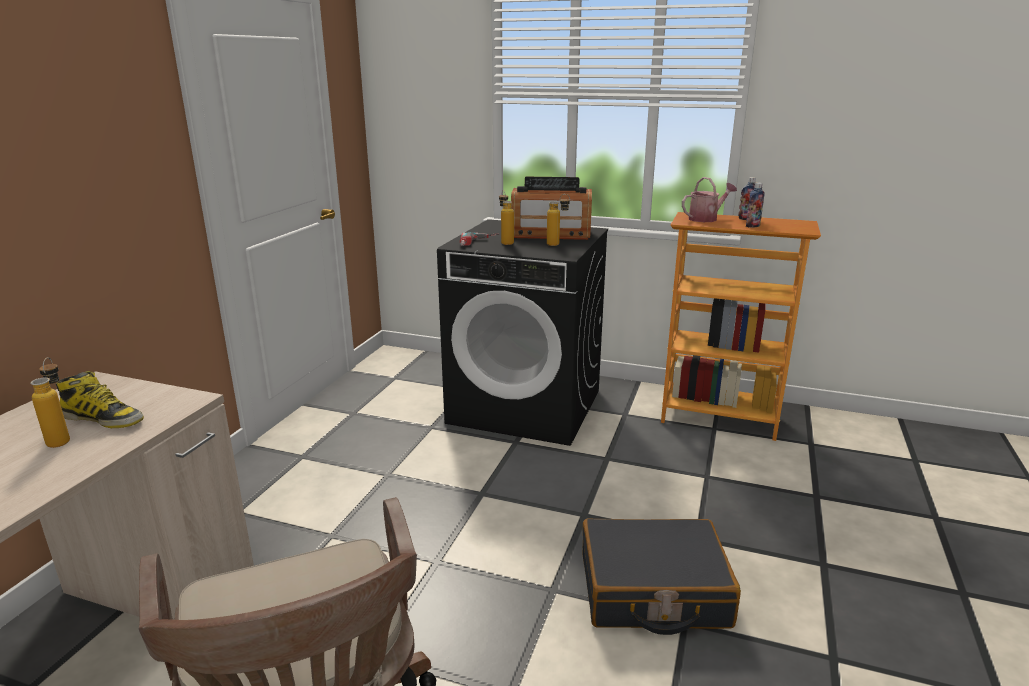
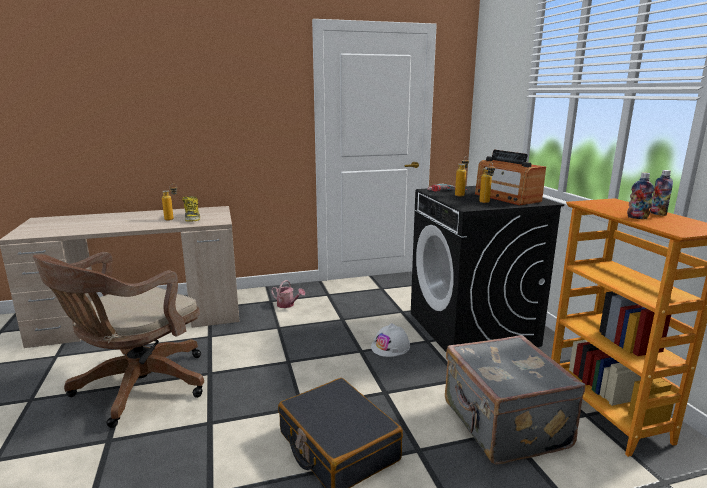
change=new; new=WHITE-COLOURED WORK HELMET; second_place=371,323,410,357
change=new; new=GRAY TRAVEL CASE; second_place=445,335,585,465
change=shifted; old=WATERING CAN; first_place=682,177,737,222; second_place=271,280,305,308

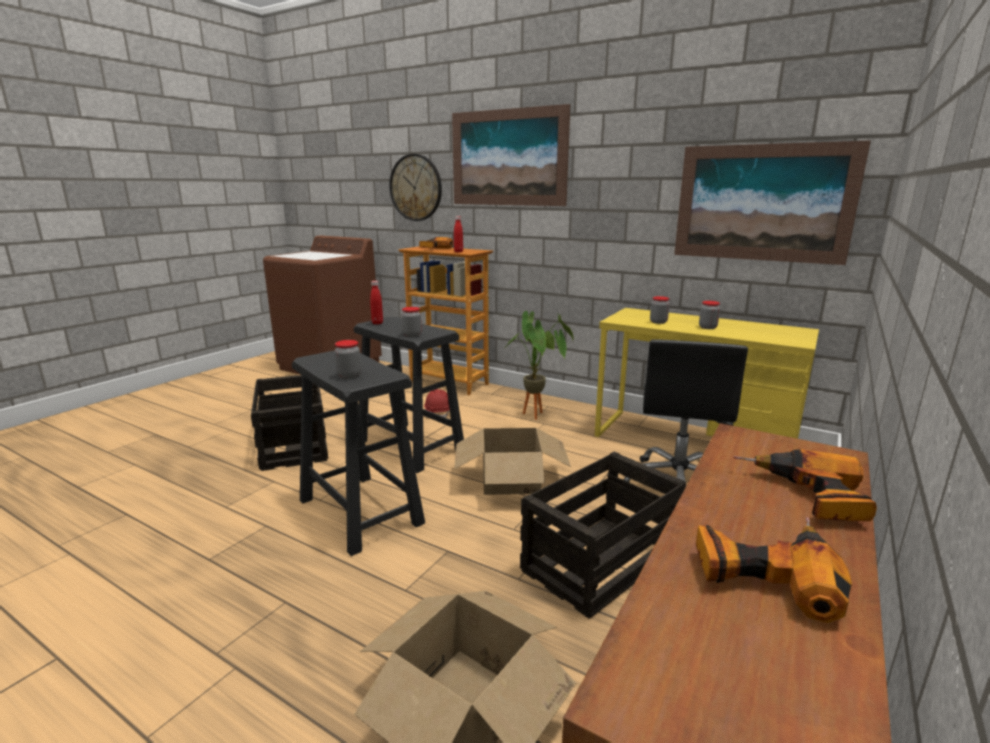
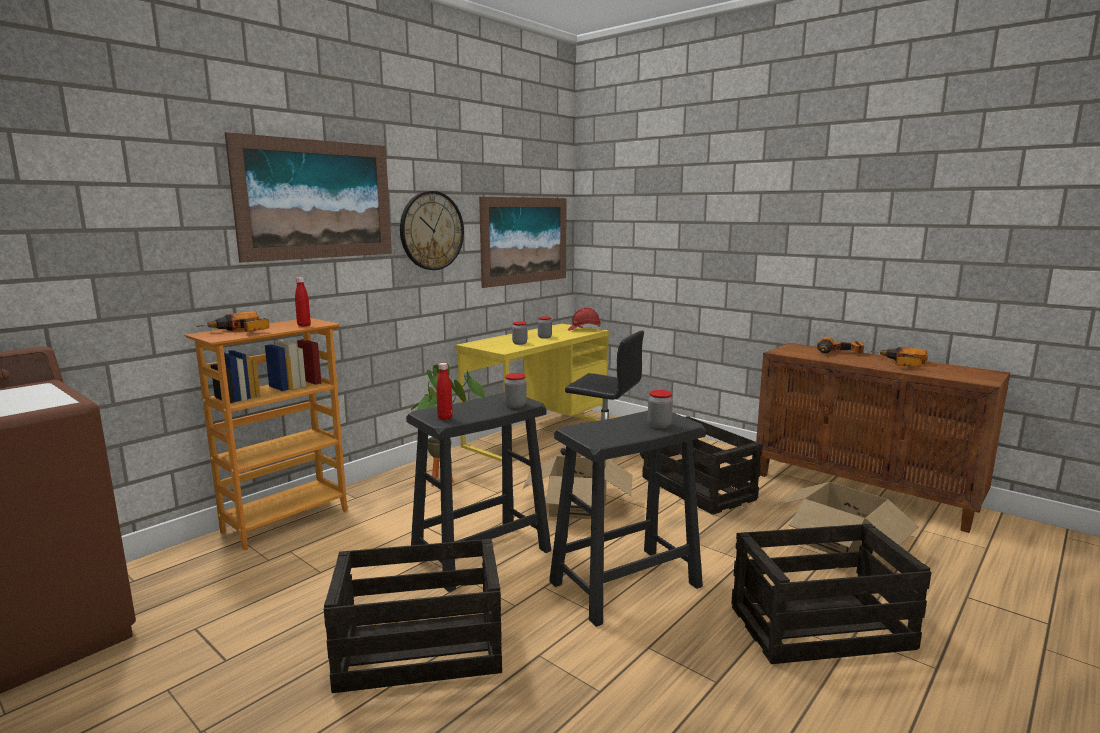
change=new; new=CRATE; second_place=731,523,931,664
change=shifted; old=HANGING CLOCK; first_place=389,154,442,221; second_place=400,191,464,270
change=shifted; old=RED WORK HELMET; first_place=424,389,450,417; second_place=568,307,601,331

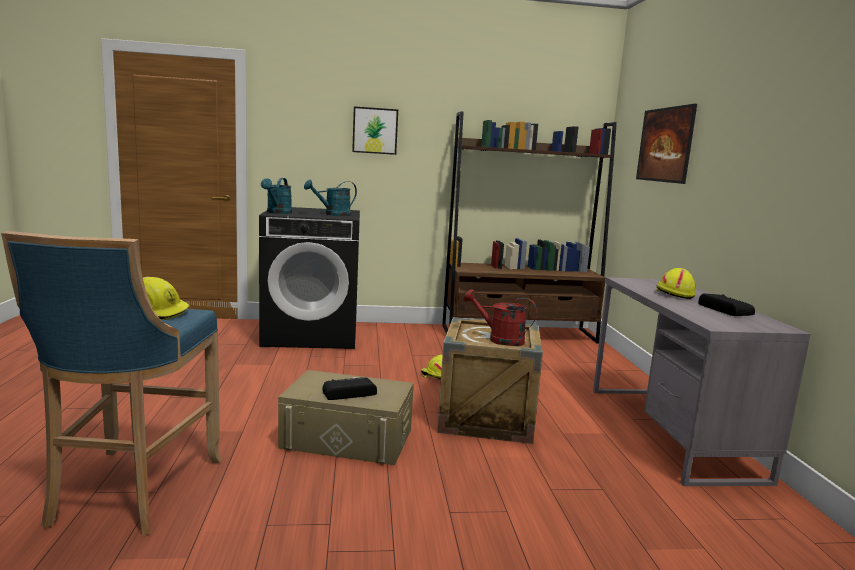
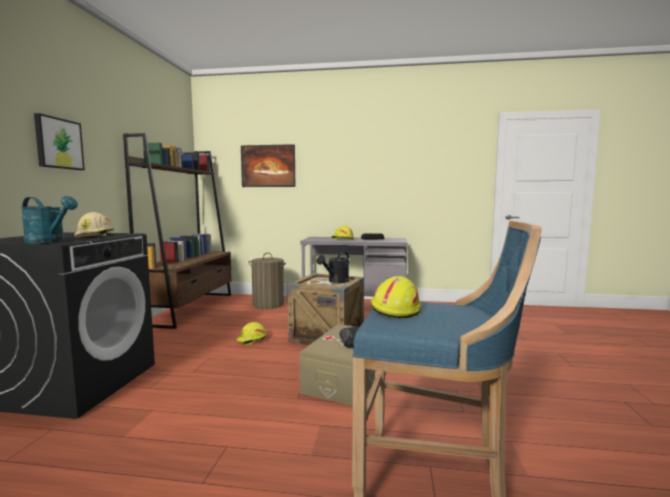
change=new; new=LAUNDRY BASKET; second_place=248,253,286,309
change=swapped; old=TURQUOISE-COLOURED WATERING CAN; new=SAND-COLOURED WORK HELMET; first_place=304,180,357,216; second_place=74,212,114,237
change=repainted; old=RED WATERING CAN; new=BLACK-COLOURED WATERING CAN; first_place=463,289,537,346; second_place=317,252,349,283

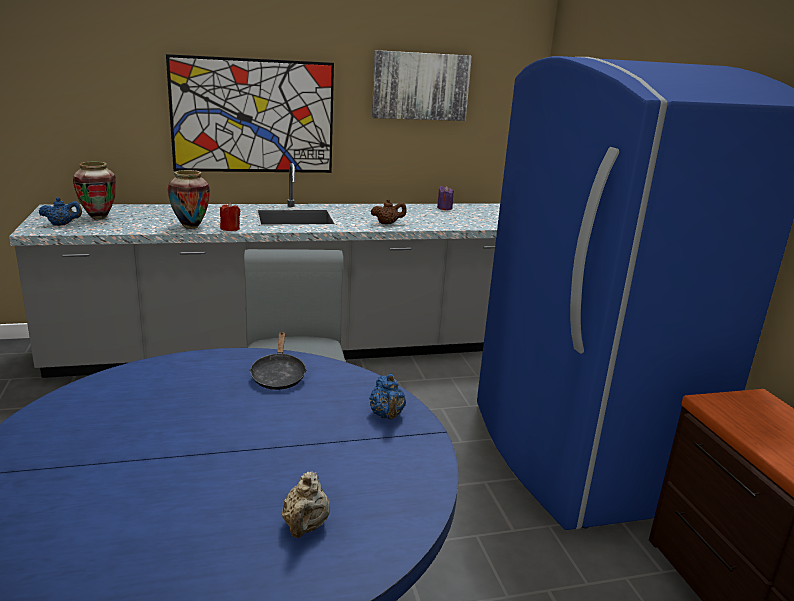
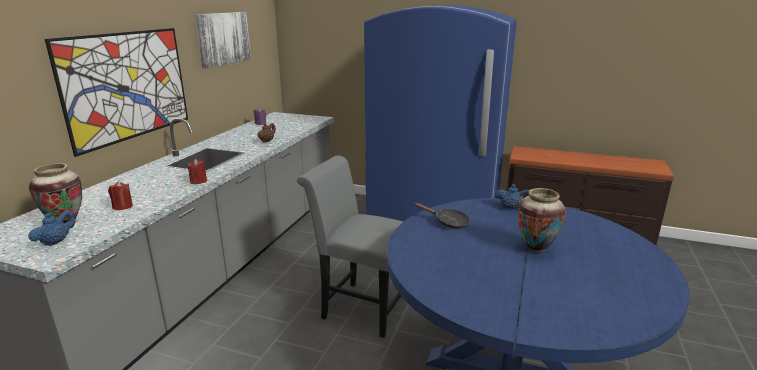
change=gone; old=SAND-COLOURED TEAPOT; first_place=282,472,330,538
change=new; new=RED WAX LIGHT; second_place=108,181,133,210
change=shifted; old=DECORATIVE VASE; first_place=168,170,210,229; second_place=518,188,566,253

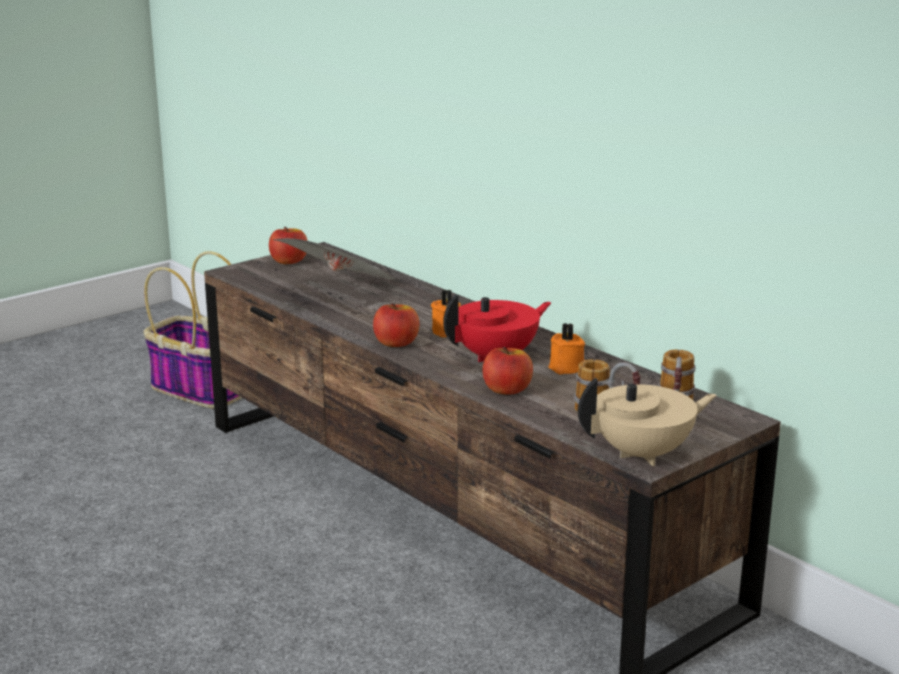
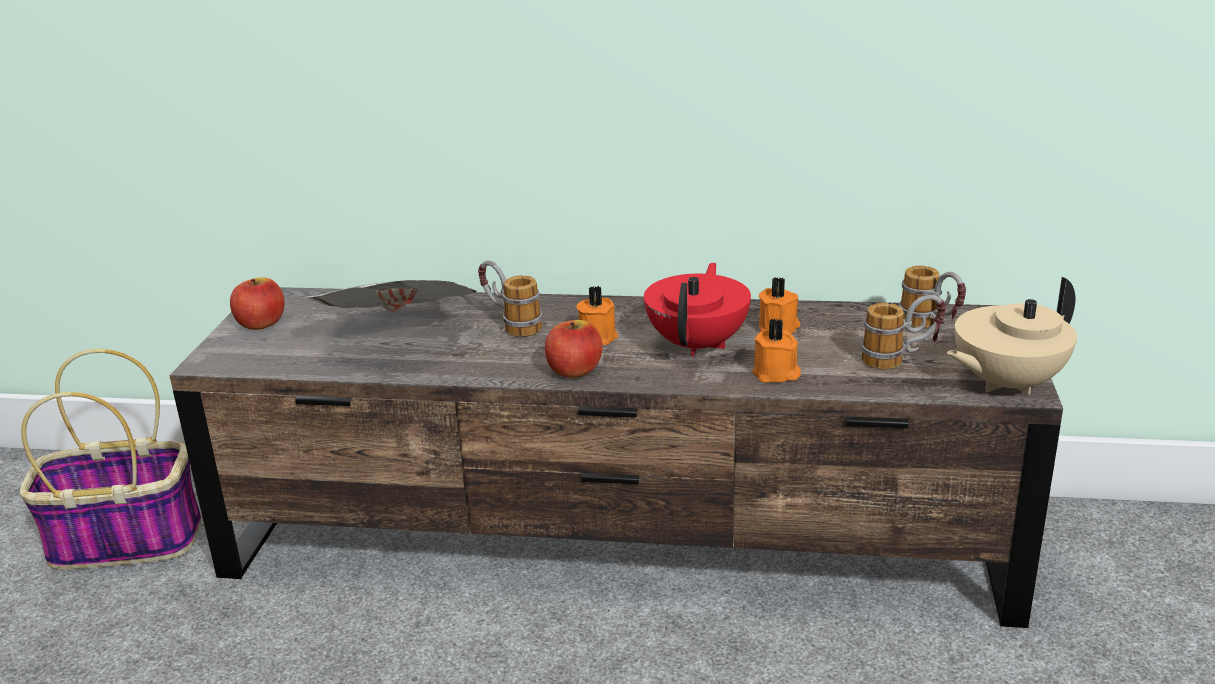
change=new; new=TEA MUG; second_place=478,261,542,337
change=swapped; old=WHOLE APPLE; new=ORANGE WAX LIGHT; first_place=482,347,533,395; second_place=752,319,801,383
change=rotated; old=SAND-COLOURED TEAPOT; first_place=578,378,717,466; second_place=947,277,1077,395; degrees=-150

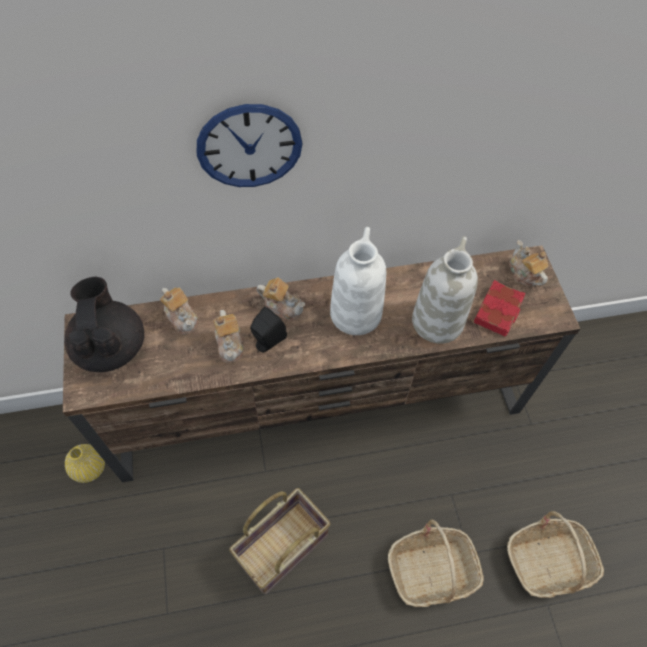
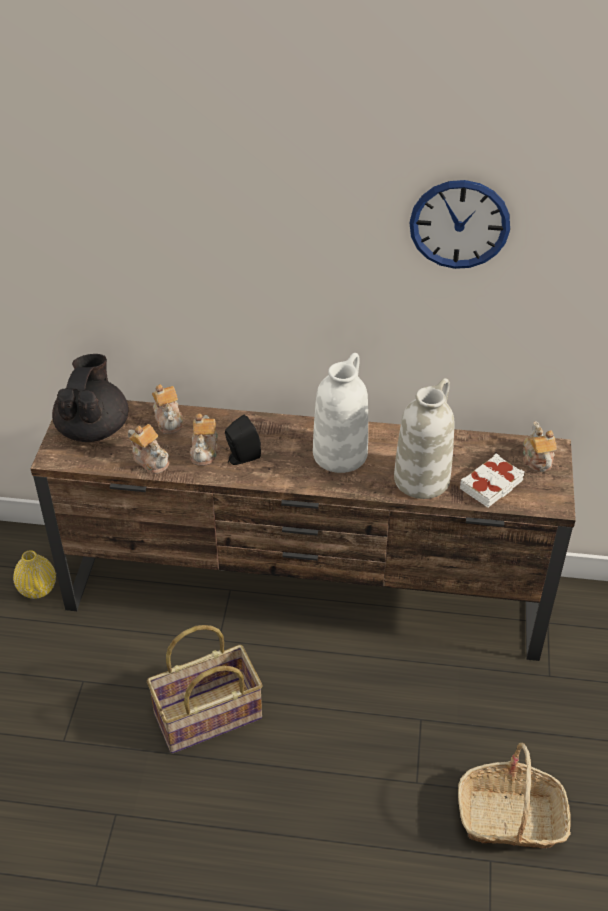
change=gone; old=BASKET; first_place=388,520,484,607
change=shifted; old=HANGING CLOCK; first_place=197,104,303,187; second_place=410,180,510,269
change=shifted; old=TEAPOT; first_place=256,277,305,321; second_place=128,424,169,474
change=repainted; old=RED VOLUME; new=WHITE-COLOURED VOLUME; first_place=474,280,526,336; second_place=460,453,524,508

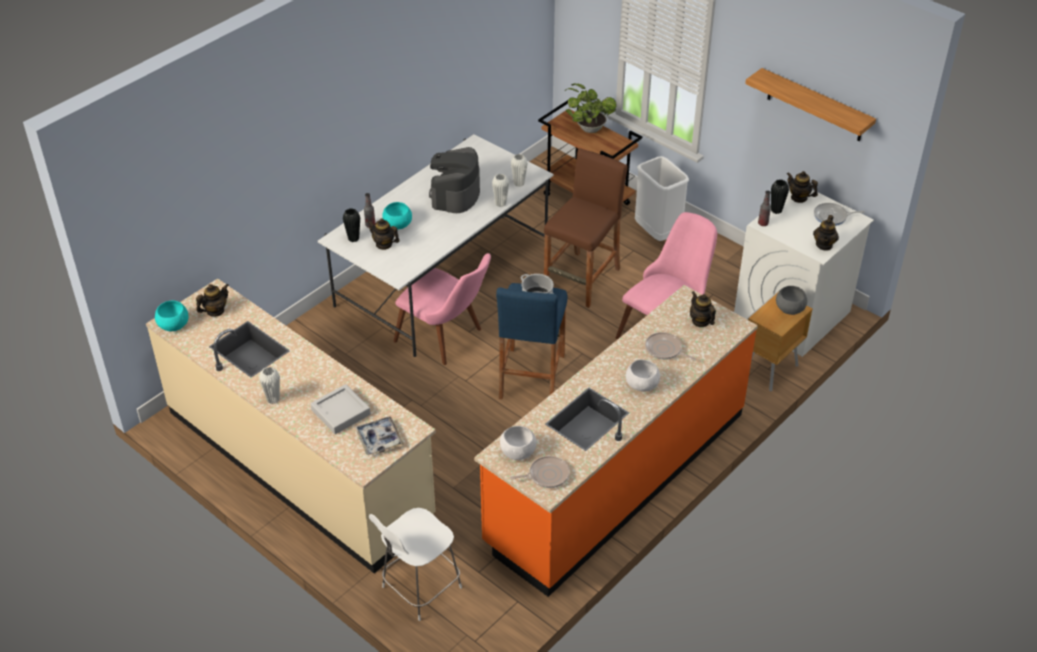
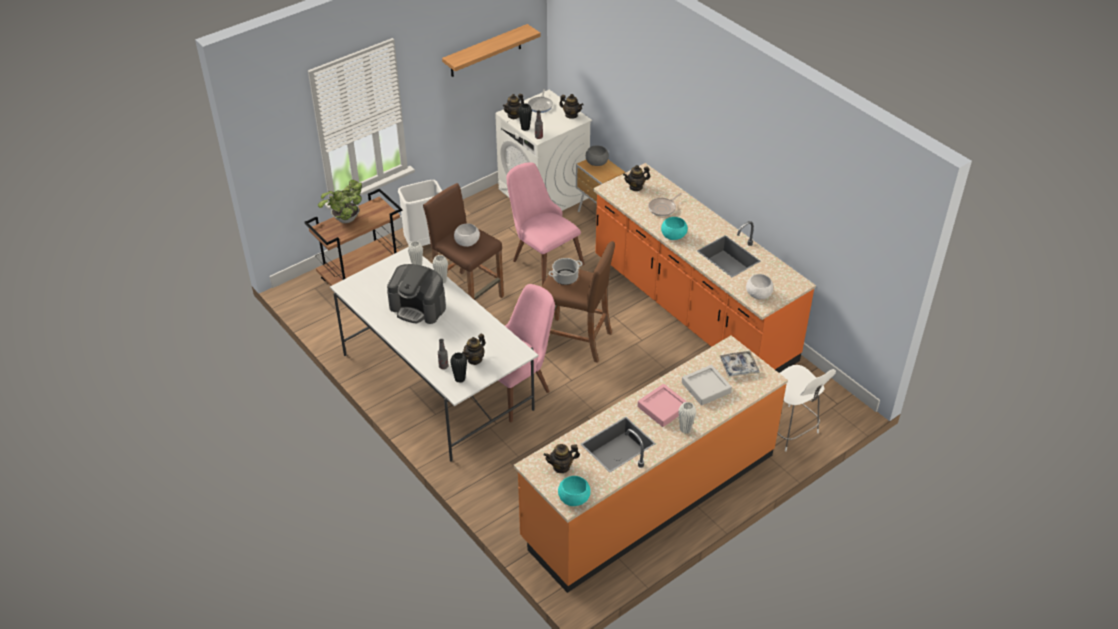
change=gone; old=FRYING PAN; first_place=510,456,570,488
change=new; new=PINKISH SERVING TRAY; second_place=637,384,687,427
change=shifted; old=TURQUOISE-COLOURED DEEP DISH; first_place=382,202,412,230; second_place=661,217,688,240
change=shifted; old=WHITE-COLOURED DEEP DISH; first_place=626,360,660,392; second_place=454,223,480,247
change=repainted; old=SAND-COLOURED KITCHEN COUNTER; new=ORANGE KITCHEN COUNTER; first_place=146,278,436,573; second_place=514,335,788,593
change=repainted; old=BLUISH STOOL; new=BROWN-COLOURED STOOL; first_place=496,283,568,400; second_place=542,241,615,363
change=rotated; old=TEAPOT; first_place=196,284,229,317; second_place=544,444,580,473; degrees=-75

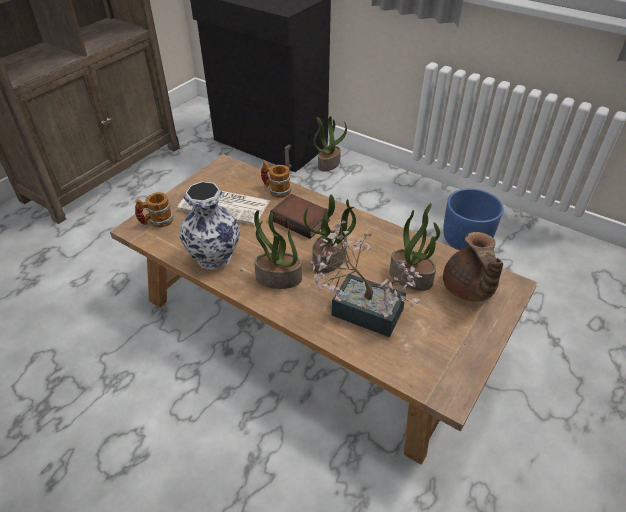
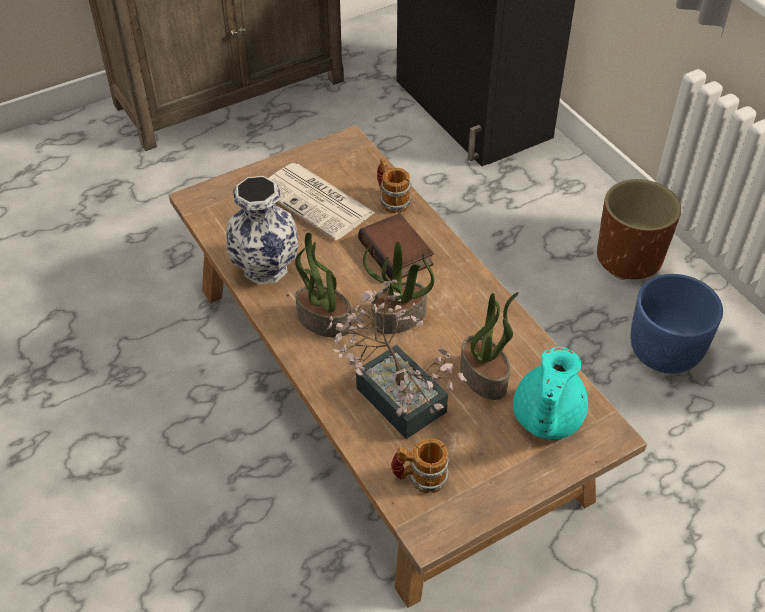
change=gone; old=HOUSEPLANT; first_place=313,116,347,171
change=new; new=BROWN-COLOURED FLOWER POT; second_place=597,179,681,280
change=shifted; old=TEA MUG; first_place=135,192,173,228; second_place=391,439,450,493
change=repainted; old=BROWN-COLOURED TEAPOT; new=TURQUOISE-COLOURED TEAPOT; first_place=443,232,503,302; second_place=513,347,588,439

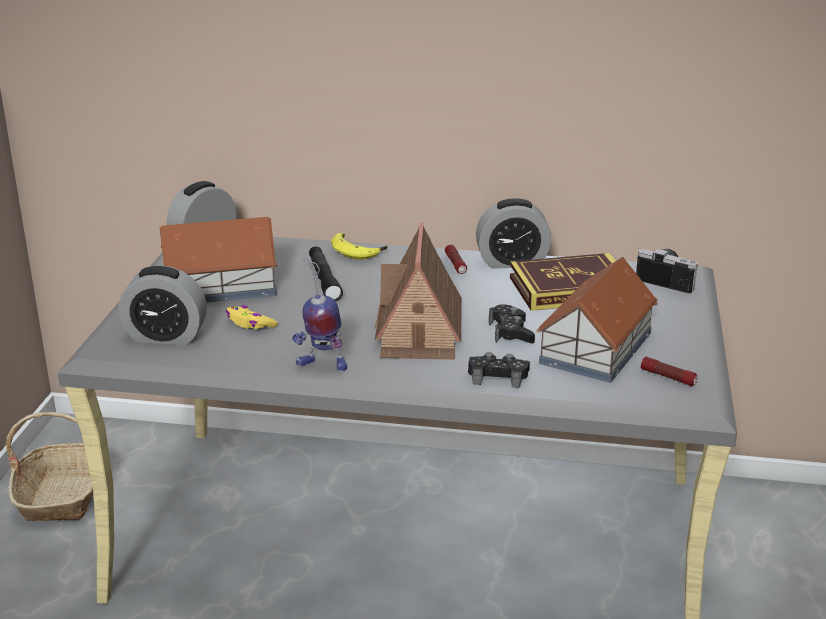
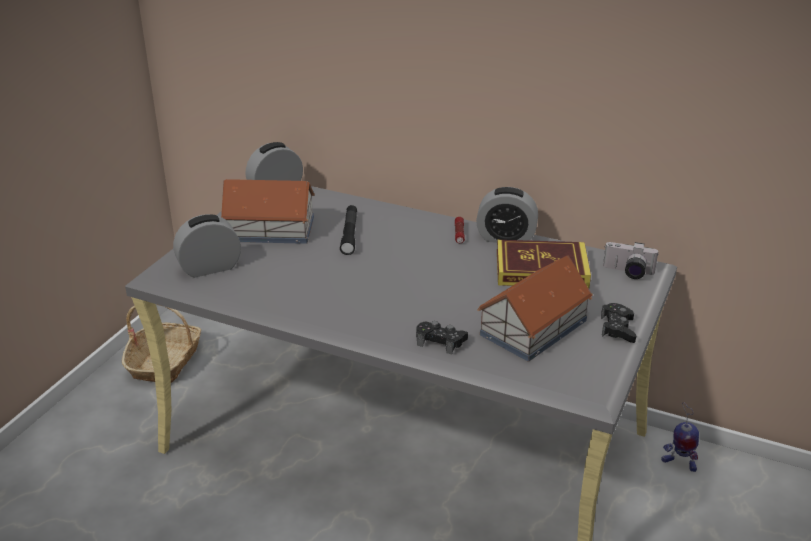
change=gone; old=YELLOW-COLOURED GAME CONTROLLER; first_place=226,305,278,329
change=gone; old=WHOLE BANANA; first_place=331,233,388,260
change=gone; old=TOY HOUSE; first_place=375,222,462,360
change=gone; old=FLASHLIGHT; first_place=641,357,698,386
change=shifted; old=MODEL ROBOT; first_place=292,258,347,371; second_place=661,402,699,472
change=shifted; old=BLACK-COLOURED GAME CONTROLLER; first_place=489,304,535,343; second_place=601,303,636,343
change=rotated; old=BEDSIDE CLOCK; first_place=118,266,207,345; second_place=173,214,241,278; degrees=135
change=rotated; old=STILL CAMERA; first_place=636,249,699,293; second_place=603,242,659,279; degrees=150

